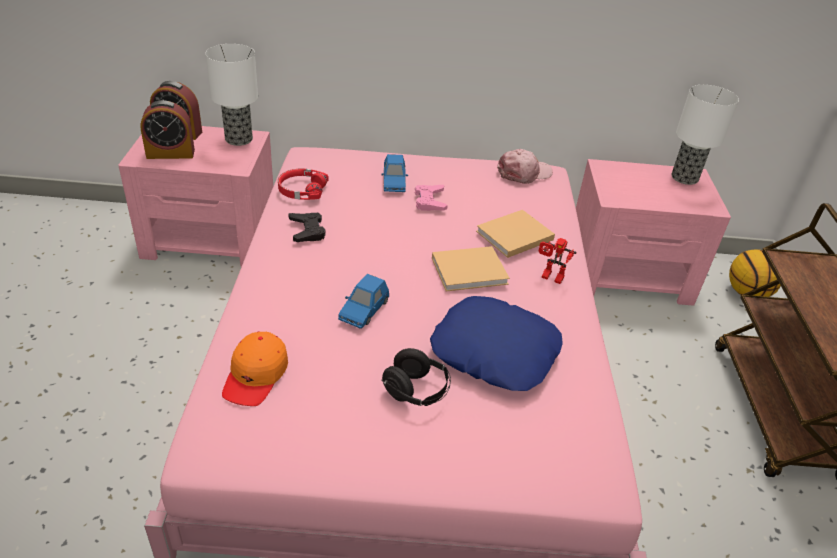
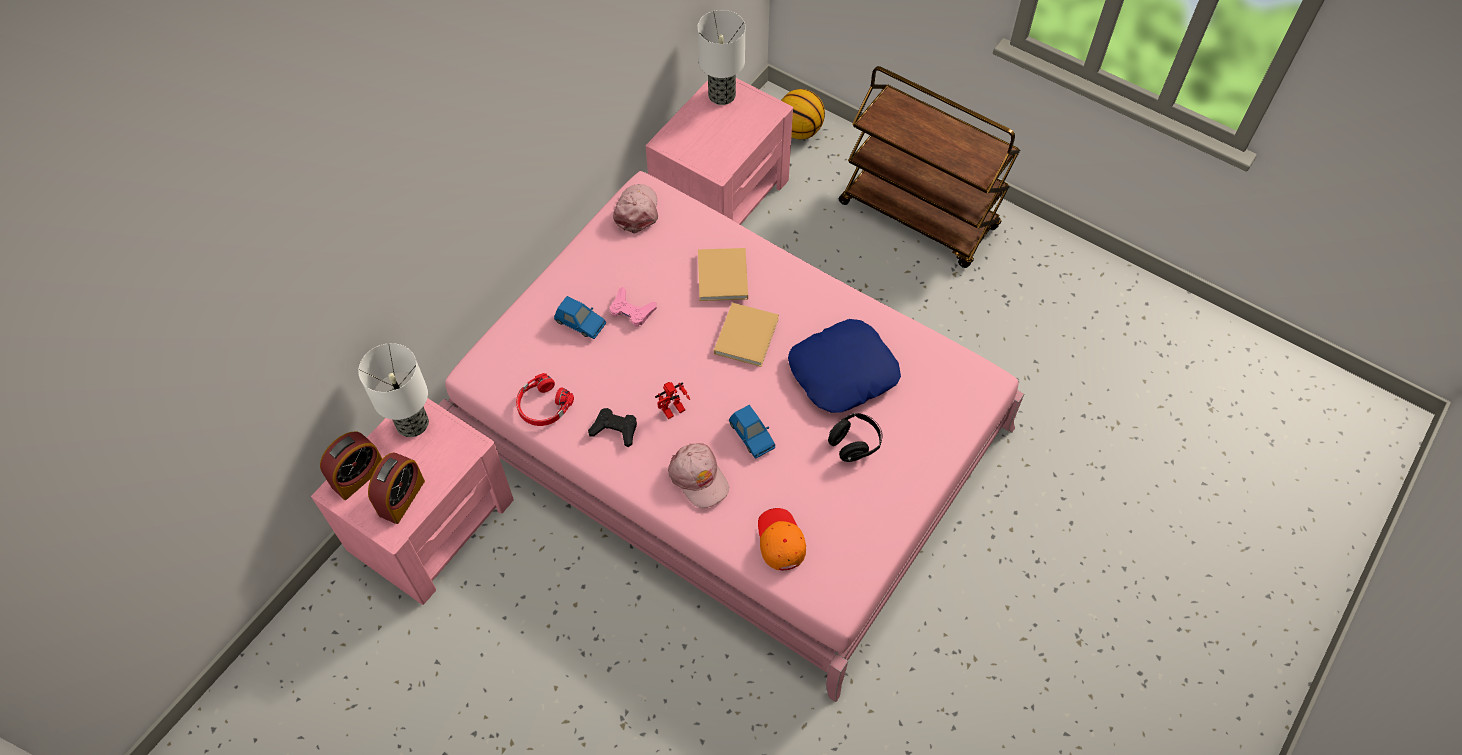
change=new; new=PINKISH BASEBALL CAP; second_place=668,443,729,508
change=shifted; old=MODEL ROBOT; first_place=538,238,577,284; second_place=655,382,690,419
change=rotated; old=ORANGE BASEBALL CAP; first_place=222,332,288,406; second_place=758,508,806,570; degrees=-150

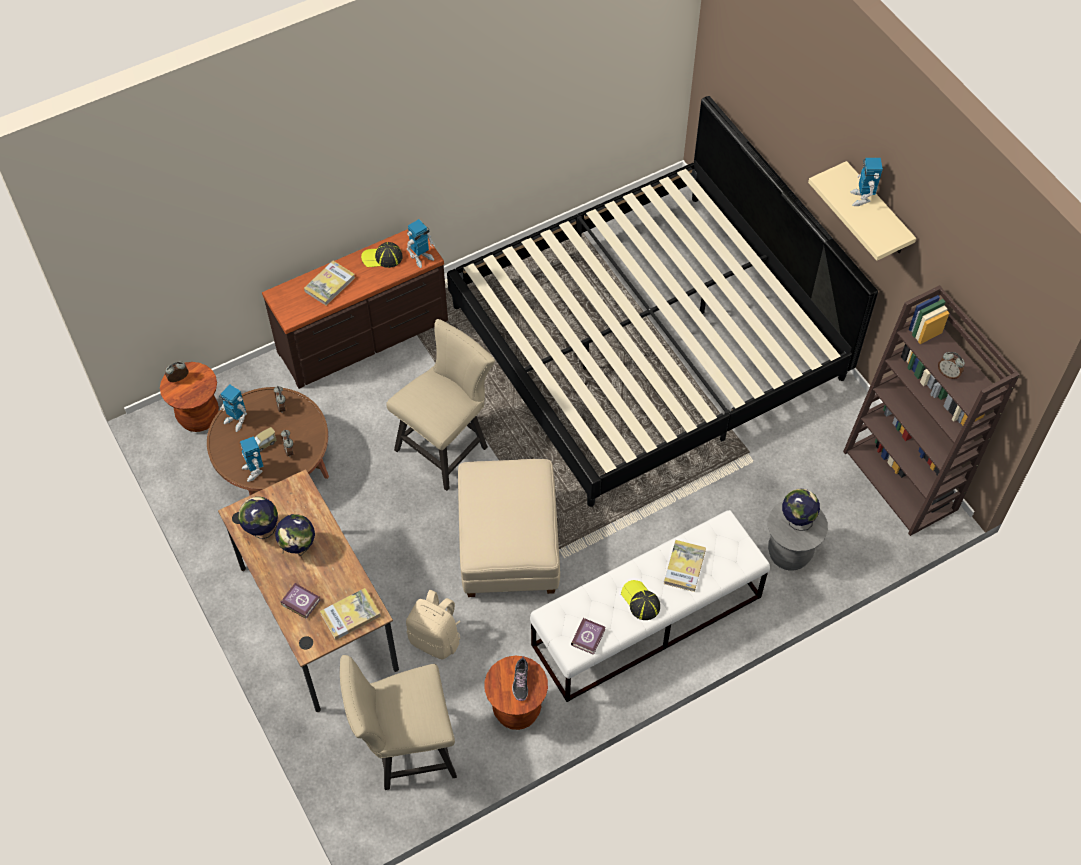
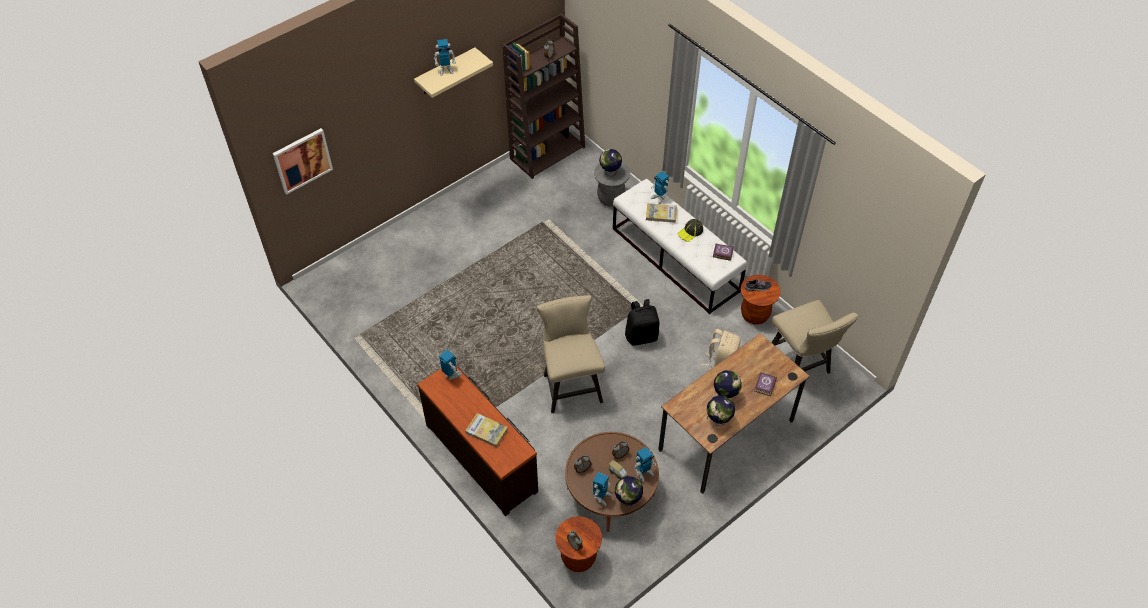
change=gone; old=VOLUME; first_place=320,588,381,640
change=gone; old=BASEBALL CAP; first_place=361,242,403,268
change=gone; old=SLEEPING BED; first_place=447,96,878,507
change=new; new=WALL ART; second_place=273,128,333,194
change=new; new=DESK GLOBE; second_place=615,476,643,506
change=new; new=MODEL ROBOT; second_place=650,171,669,204
change=swapped; old=SAND-COLOURED OTTOMAN; new=BLACK-COLOURED RUCKSACK; first_place=458,459,560,597; second_place=625,299,659,346
change=rotated; old=SAND-COLOURED UPRIGHT CHAIR; first_place=386,319,495,491; second_place=536,295,605,413; degrees=45

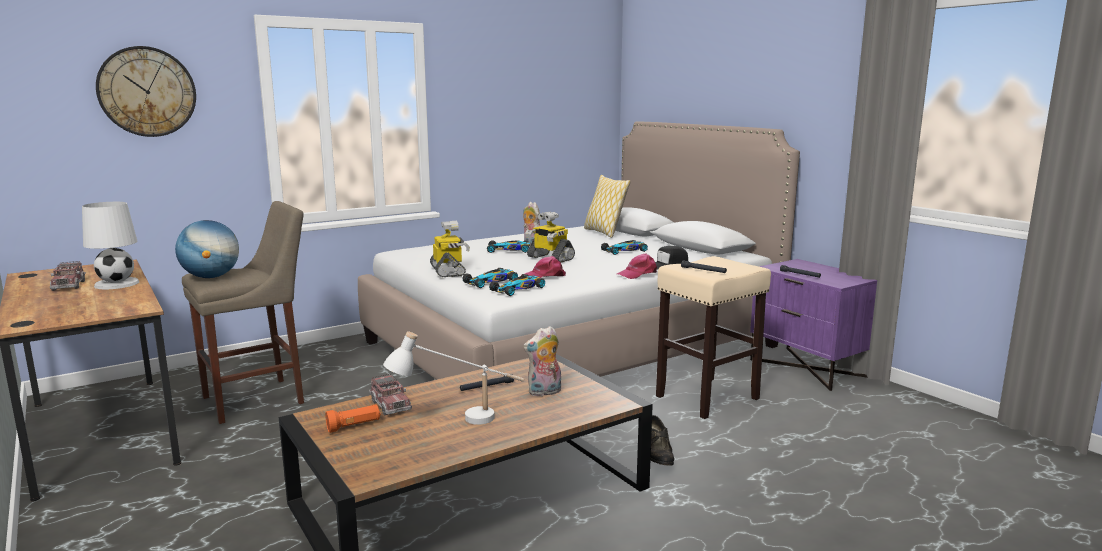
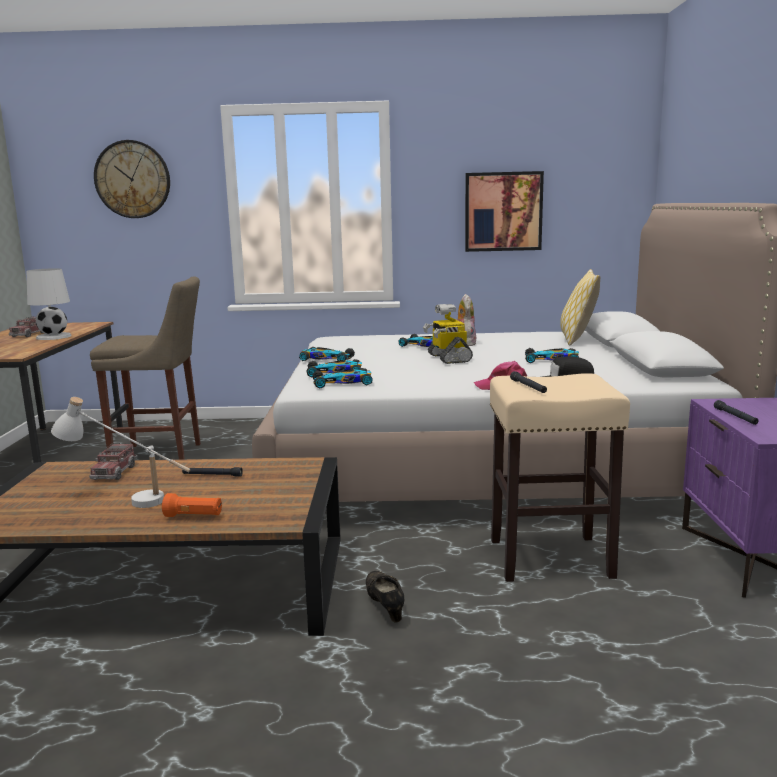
change=gone; old=DESK GLOBE; first_place=175,220,239,278
change=gone; old=CUDDLY TOY; first_place=523,326,561,397
change=gone; old=PINKISH BASEBALL CAP; first_place=525,256,566,278
change=new; new=WALL ART; second_place=465,171,544,252
change=shifted; old=ORANGE FLASHLIGHT; first_place=325,404,381,433; second_place=162,493,222,517
change=swapped; old=MODEL ROBOT; new=MODEL CAR; first_place=430,221,470,277; second_place=299,347,355,361
change=rotated; old=BLACK-COLOURED ITEM OF FOOTWEAR; first_place=650,415,674,466; second_place=366,571,404,623; degrees=135

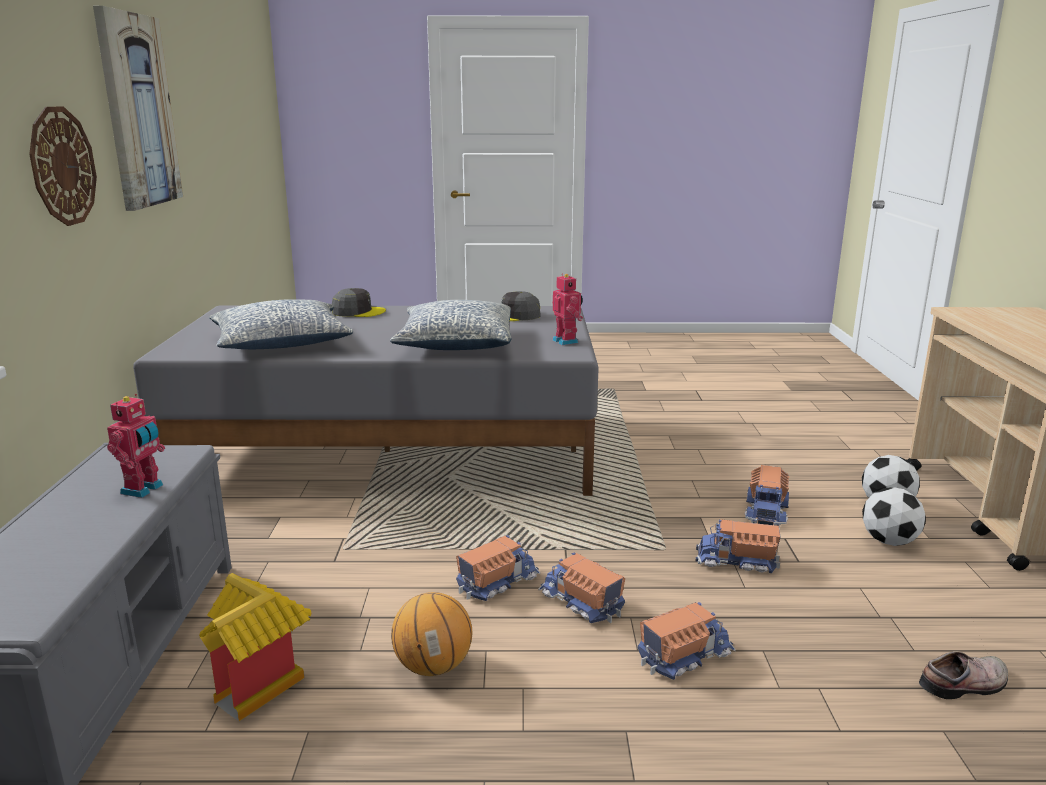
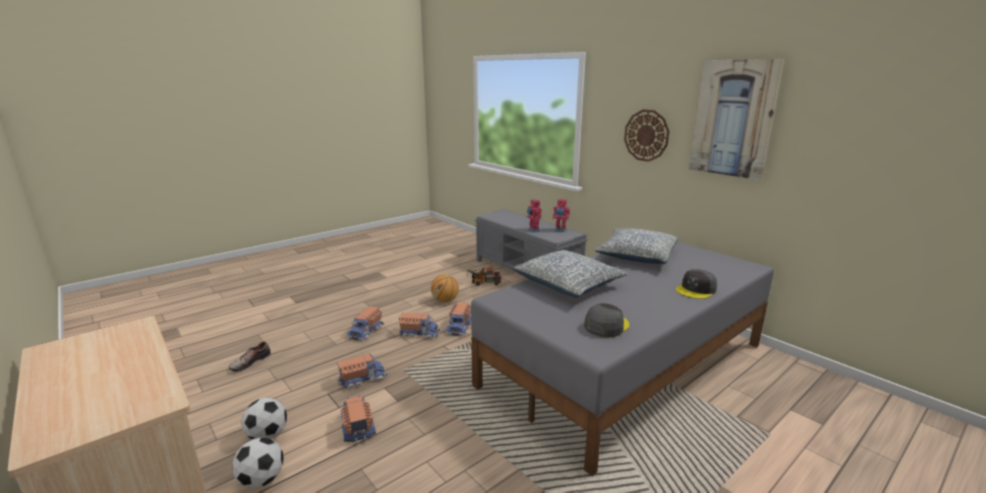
change=shifted; old=MODEL ROBOT; first_place=552,273,583,345; second_place=553,198,570,232
change=swapped; old=TOY HOUSE; new=MODEL TRUCK; first_place=199,573,311,721; second_place=467,267,502,286

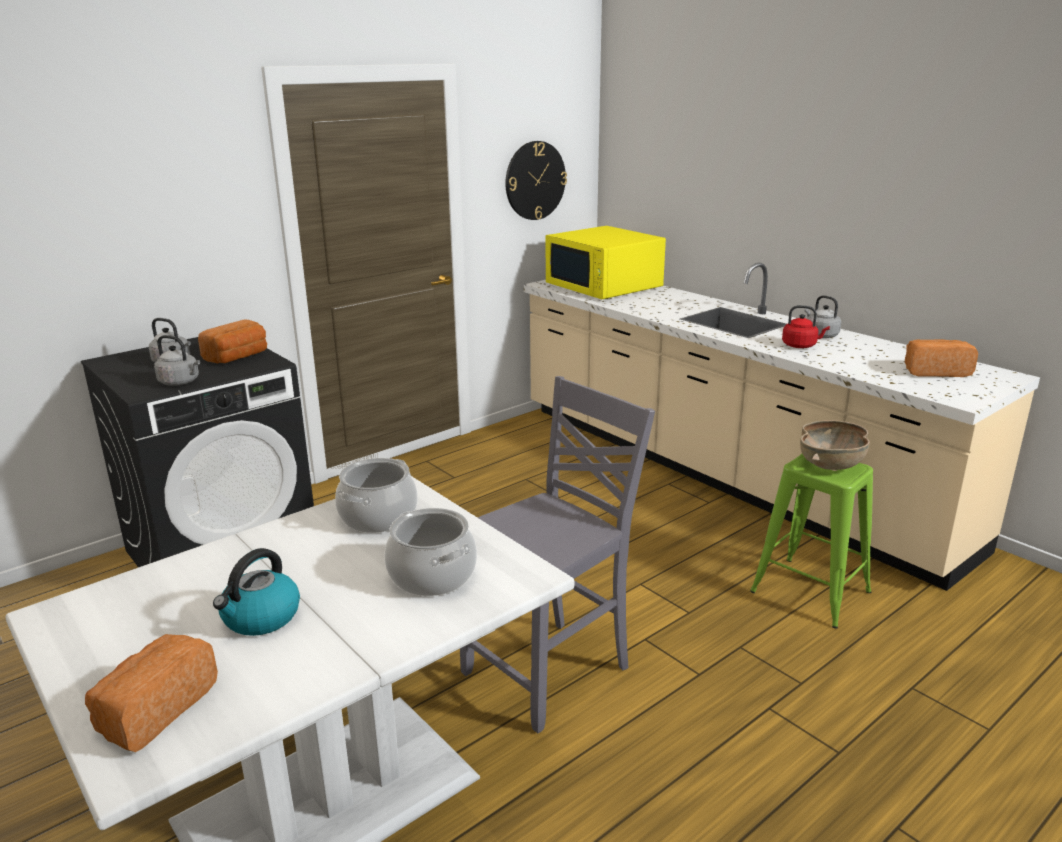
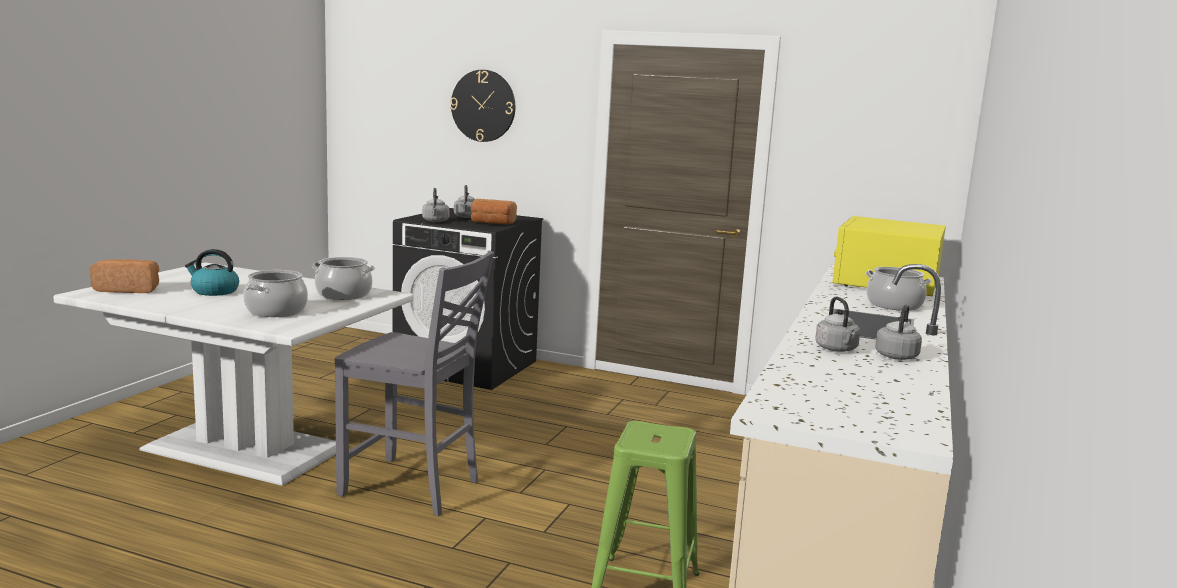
change=gone; old=BROWN-COLOURED DEEP DISH; first_place=800,420,870,470
change=gone; old=BAKED BREAD; first_place=905,339,978,377
change=new; new=STOCKPOT; second_place=865,267,931,311
change=shifted; old=HANGING CLOCK; first_place=505,141,567,220; second_place=450,70,515,142
change=repainted; old=RED KETTLE; new=GRAY KETTLE; first_place=782,305,830,348; second_place=815,297,860,352

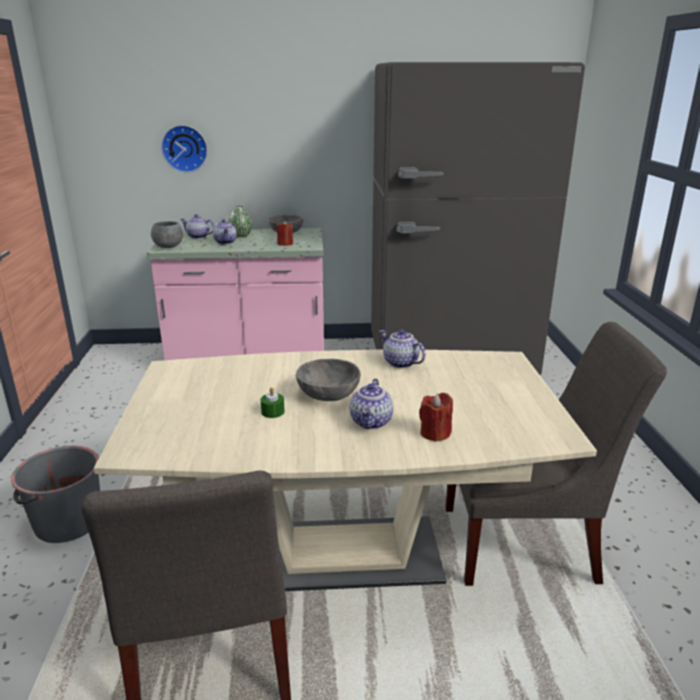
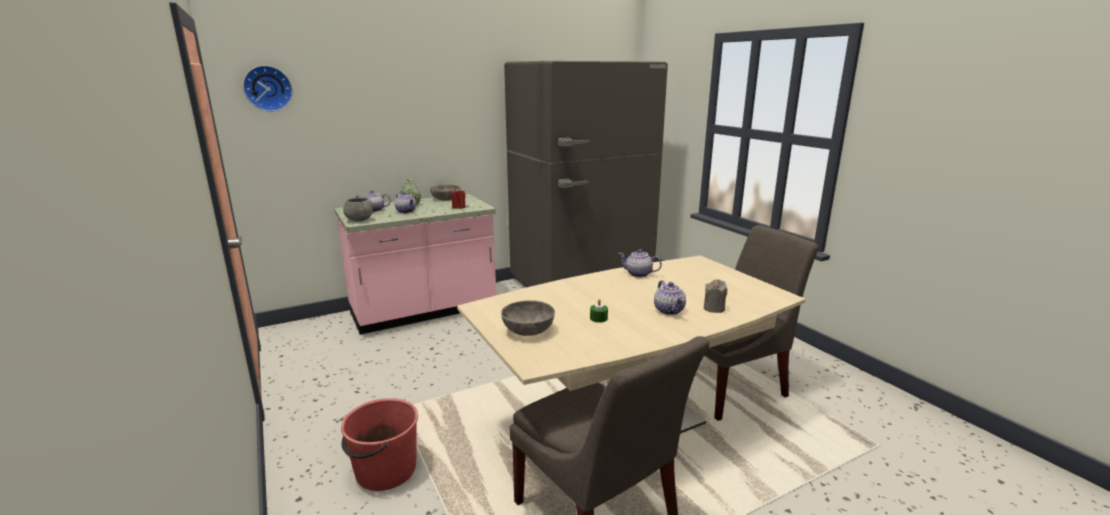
change=shifted; old=HANGING CLOCK; first_place=161,125,208,173; second_place=243,65,293,112
change=shifted; old=GRAY DEEP DISH; first_place=296,359,361,401; second_place=501,300,555,336
change=repainted; old=GRAY WATER BUCKET; new=RED WATER BUCKET; first_place=11,446,100,543; second_place=341,398,418,491
change=repainted; old=RED WAX LIGHT; new=GRAY WAX LIGHT; first_place=419,393,453,442; second_place=704,280,728,313

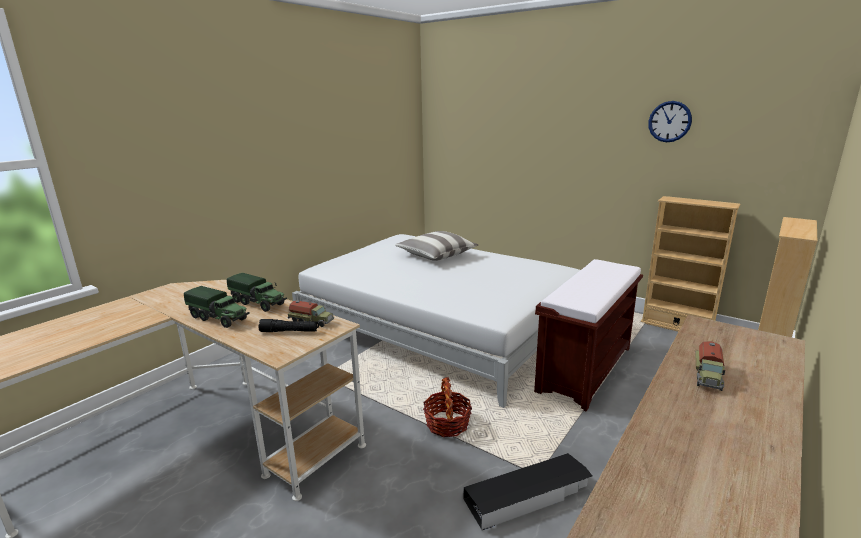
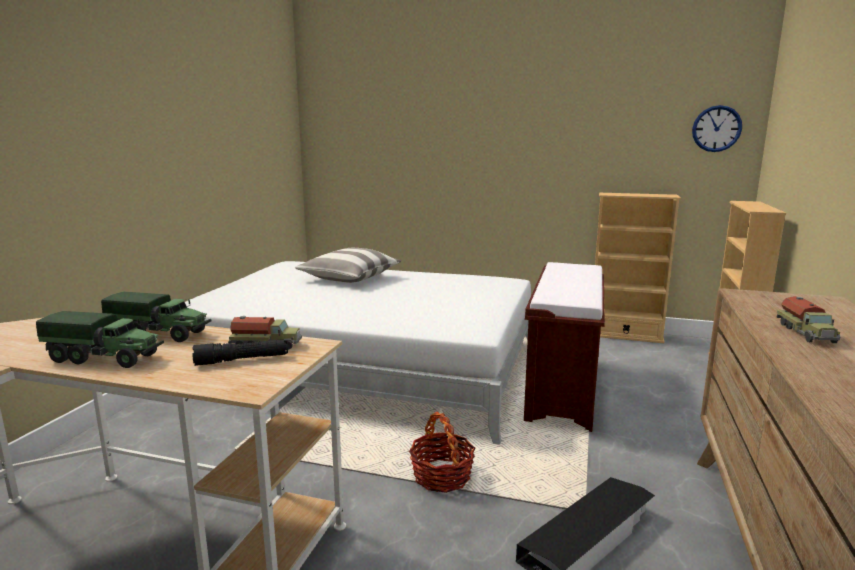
change=shifted; old=HANGING CLOCK; first_place=648,101,692,142; second_place=692,105,742,152

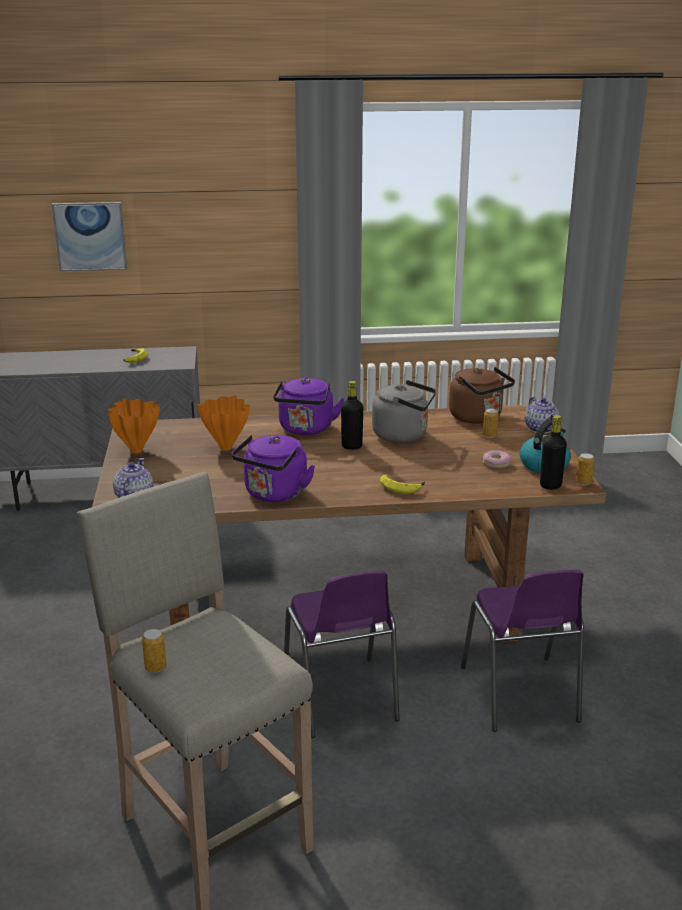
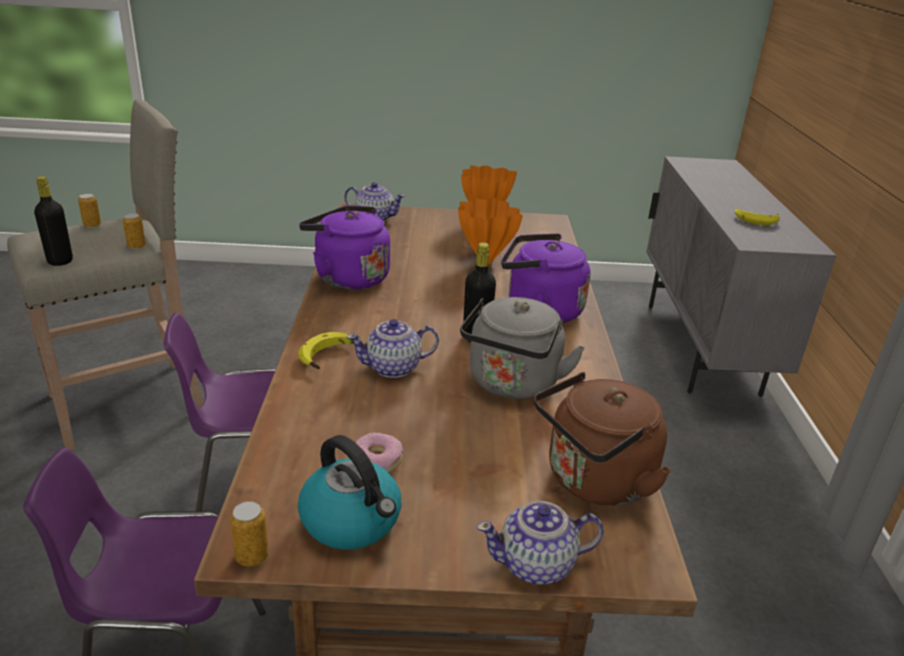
change=gone; old=WALL ART; first_place=52,202,127,271
change=new; new=TEAPOT; second_place=347,319,439,378
change=shifted; old=CAN; first_place=483,409,499,438; second_place=123,213,146,249
change=shifted; old=BLACK-COLOURED BEVERAGE BOTTLE; first_place=540,415,567,490; second_place=34,176,73,266

